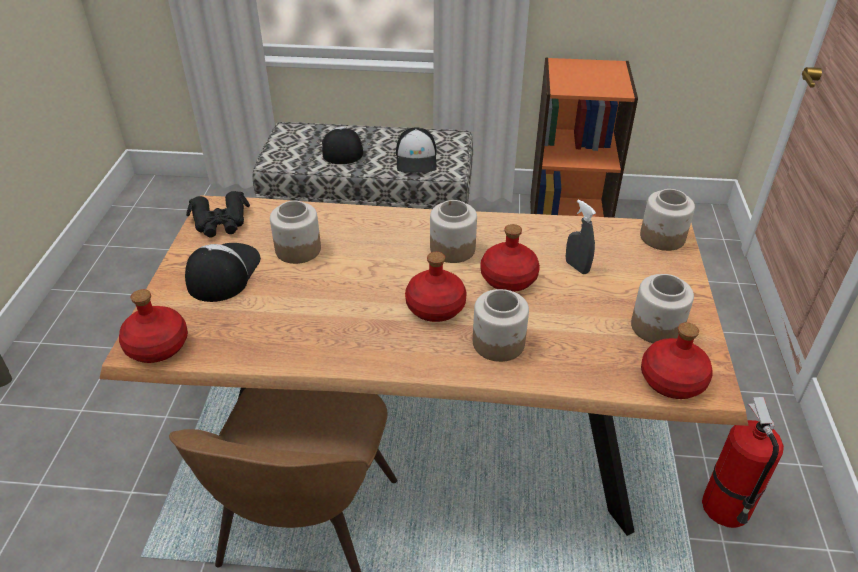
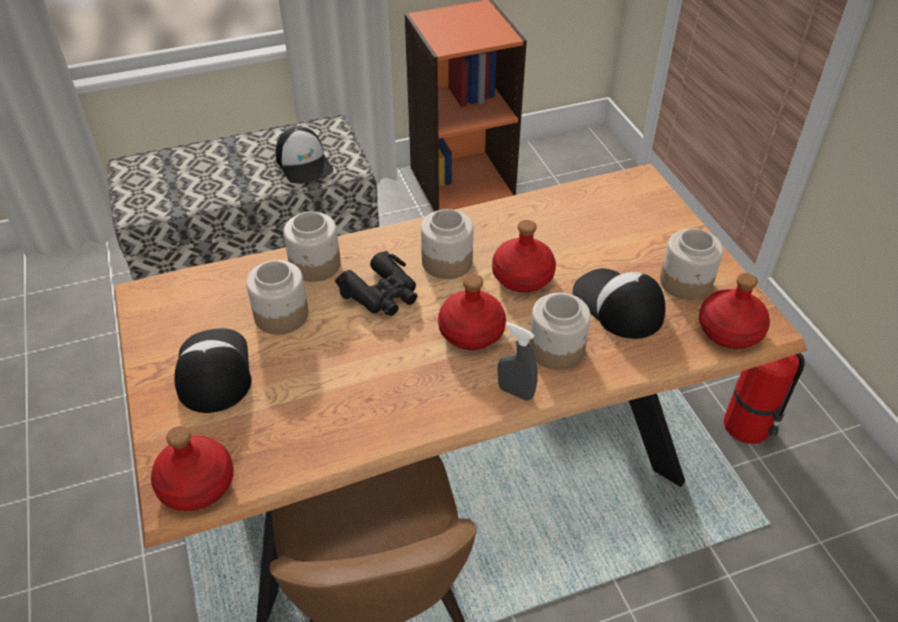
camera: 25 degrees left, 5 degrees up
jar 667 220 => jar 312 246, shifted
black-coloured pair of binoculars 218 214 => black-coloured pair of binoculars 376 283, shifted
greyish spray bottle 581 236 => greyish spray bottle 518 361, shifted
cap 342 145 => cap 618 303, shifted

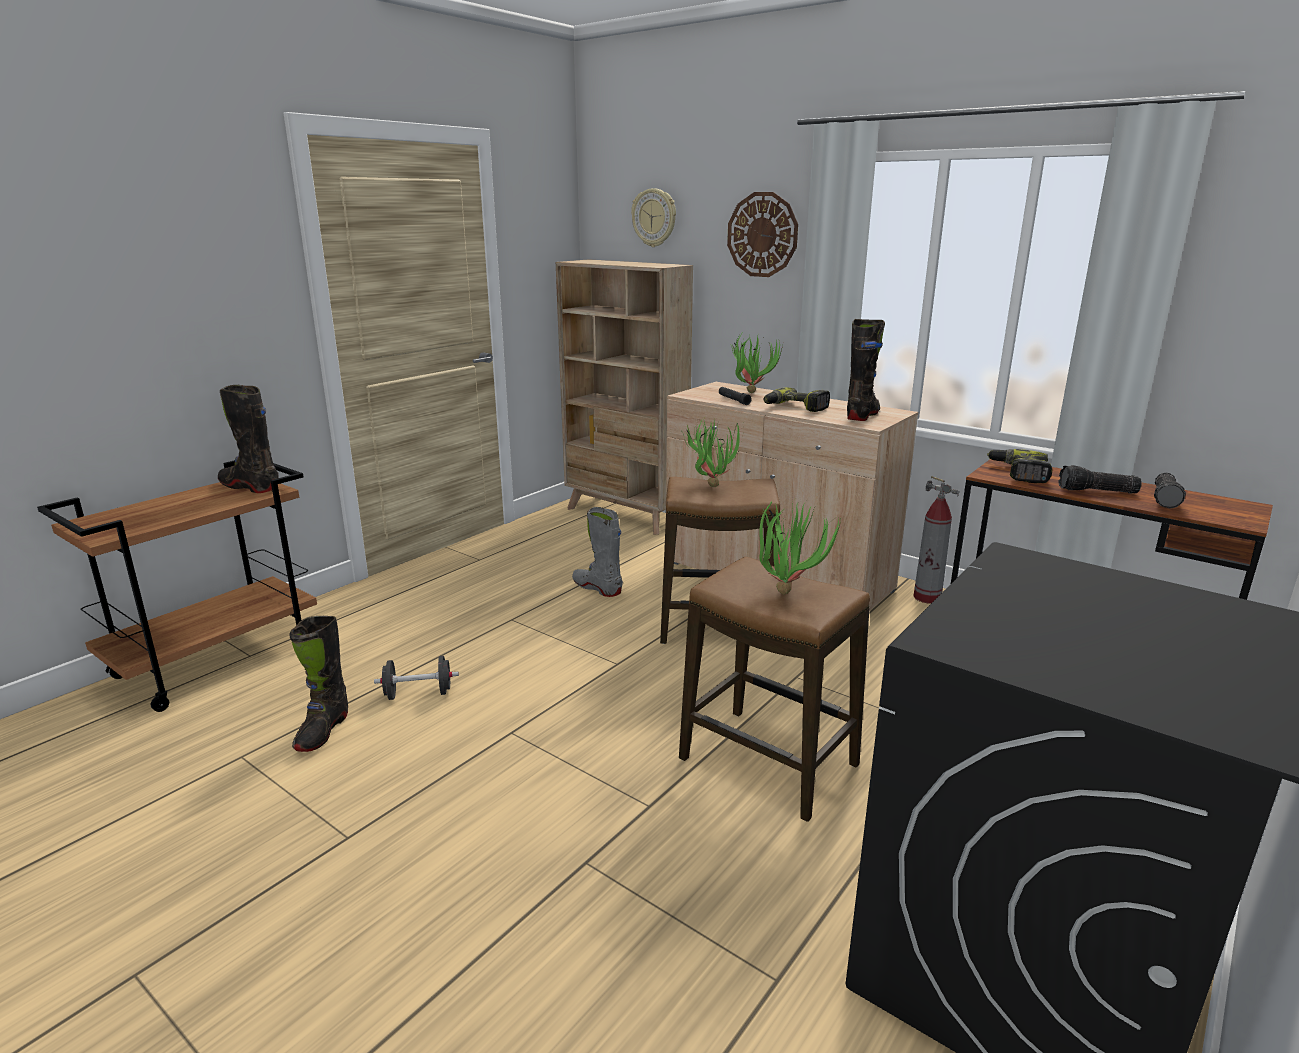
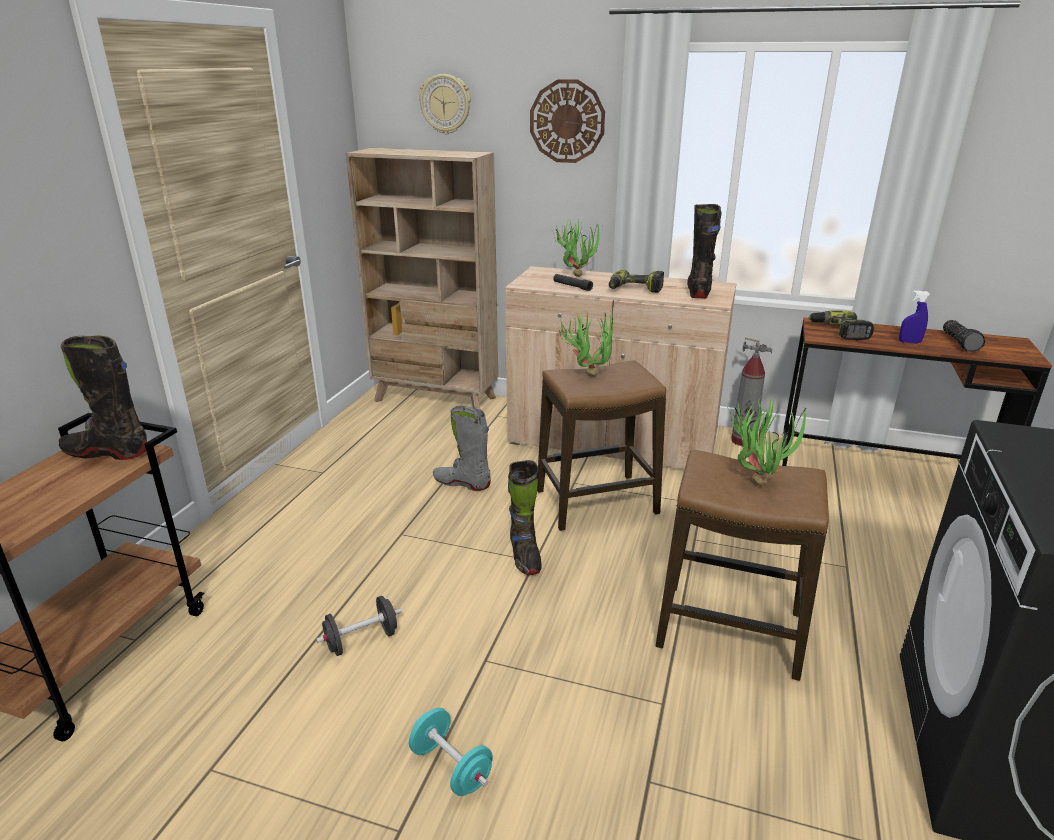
camera: 20 degrees left, 5 degrees up
nothing => turquoise hand weight 451 752
black-coloured high-top boot 318 684 => black-coloured high-top boot 525 517, shifted
flashlight 1100 479 => blue-coloured spray bottle 914 316

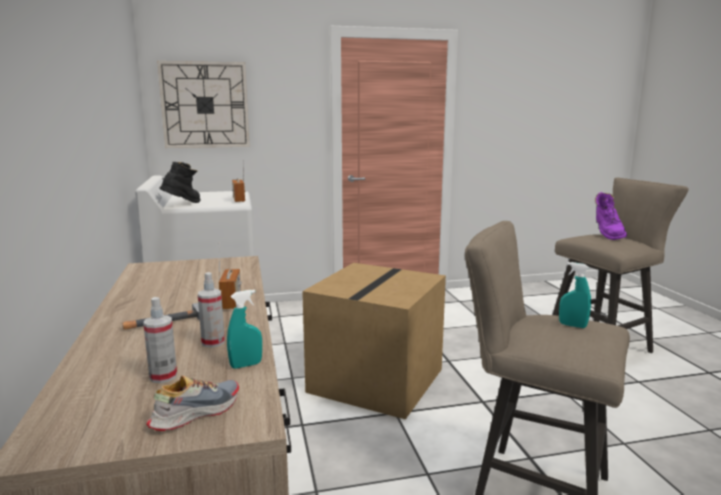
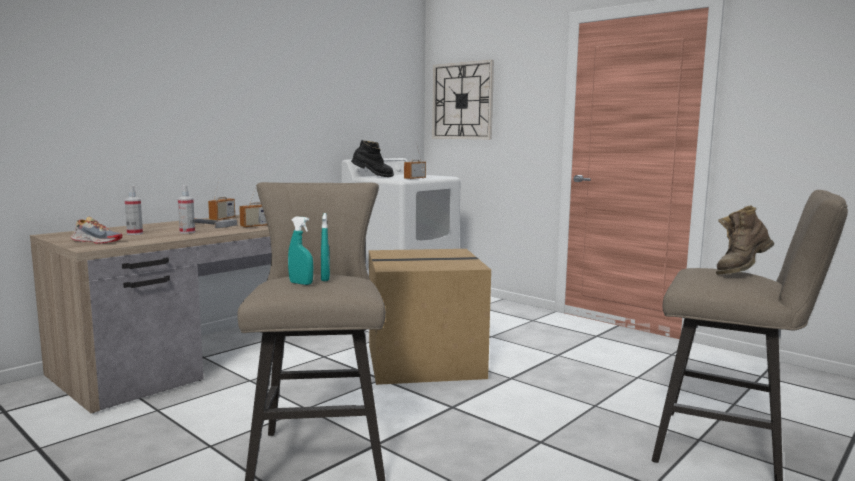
camera: 55 degrees right, 5 degrees down
nothing => radio 221 201
turquoise spray bottle 244 329 => turquoise spray bottle 301 250, shifted
purple high-top boot 611 216 => brown-coloured high-top boot 745 240

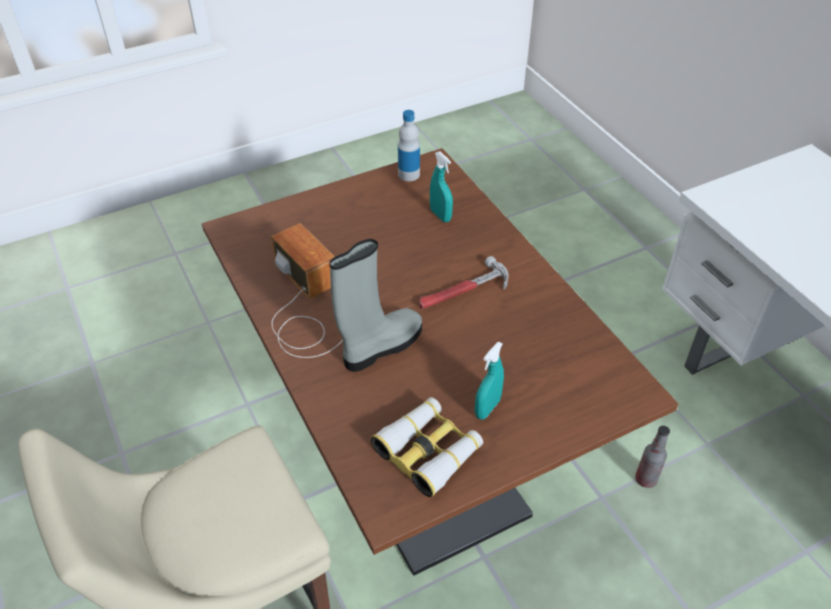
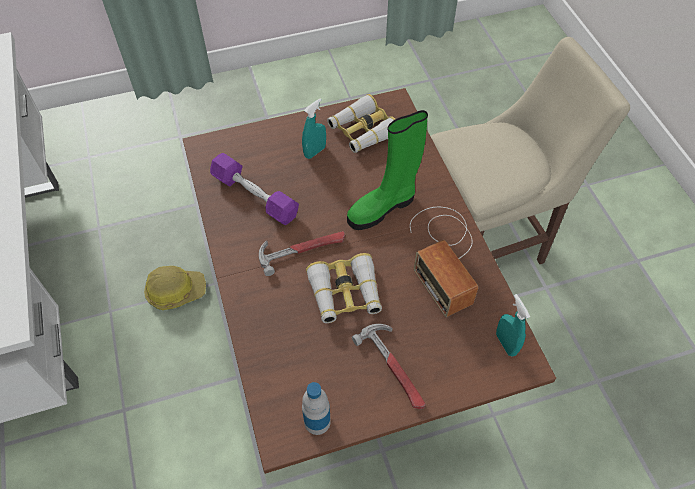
camera: 170 degrees left, 10 degrees up
bottle 652 457 => safety helmet 175 288
nothing => purple hand weight 254 189
nothing => pair of binoculars 344 288
greyish high-top boot 376 305 => green-coloured high-top boot 387 170
nothing => hammer 389 366
turquoise spray bottle 441 186 => turquoise spray bottle 513 325, shifted

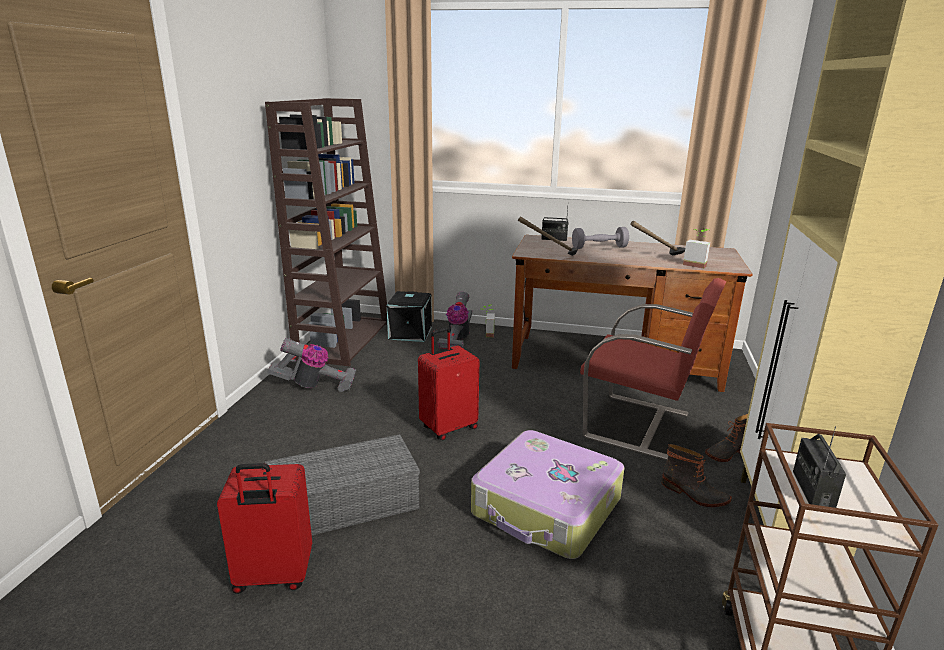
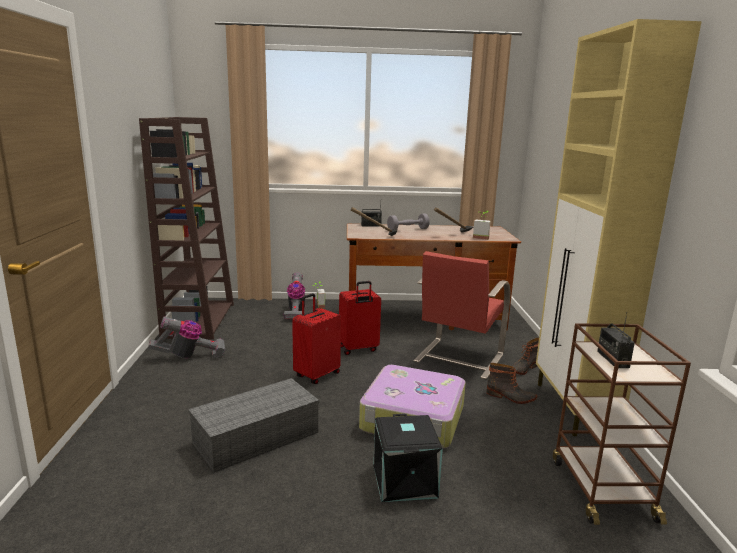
camera: 15 degrees left, 5 degrees down
reddish piece of luggage 264 528 => reddish piece of luggage 360 318, shifted
black-coloured storage bin 409 316 => black-coloured storage bin 408 458, shifted
reddish upright chair 653 369 => reddish upright chair 462 315, 105 degrees clockwise

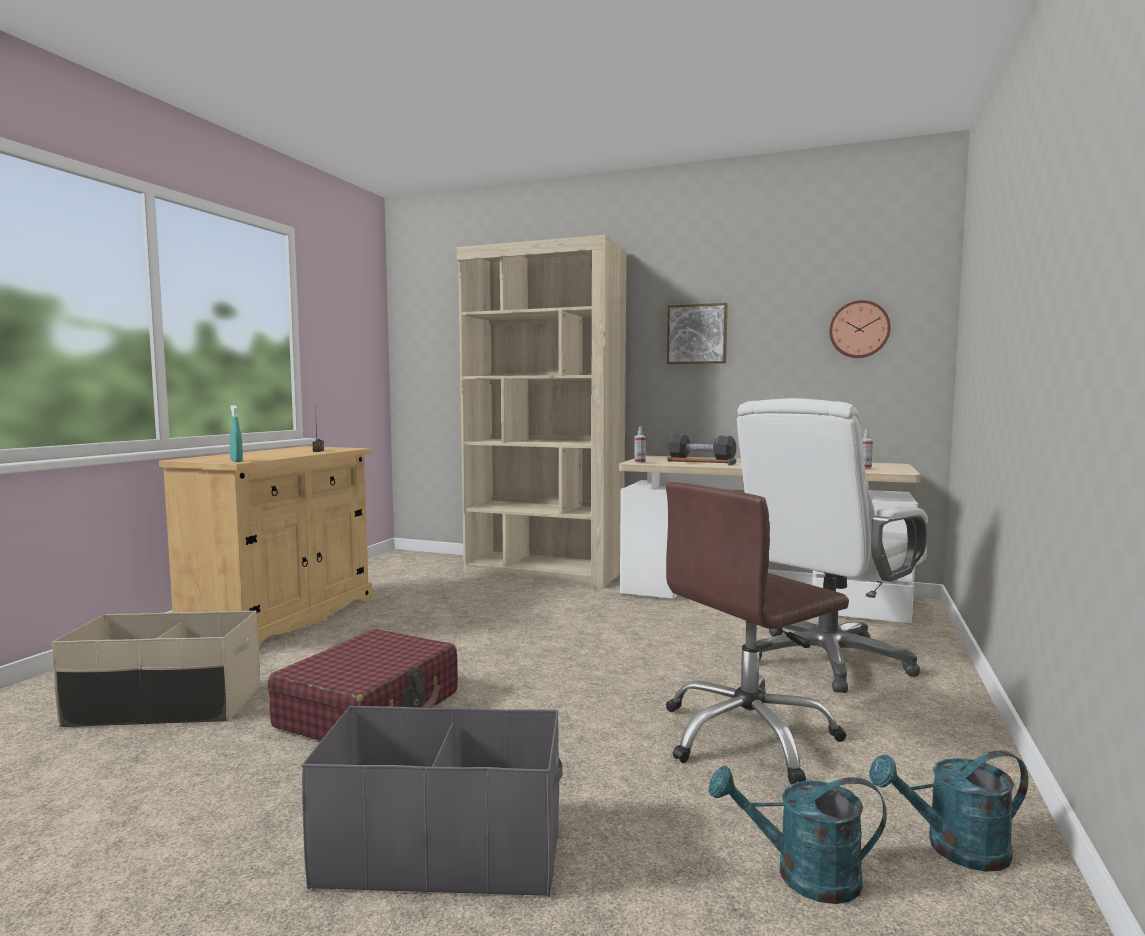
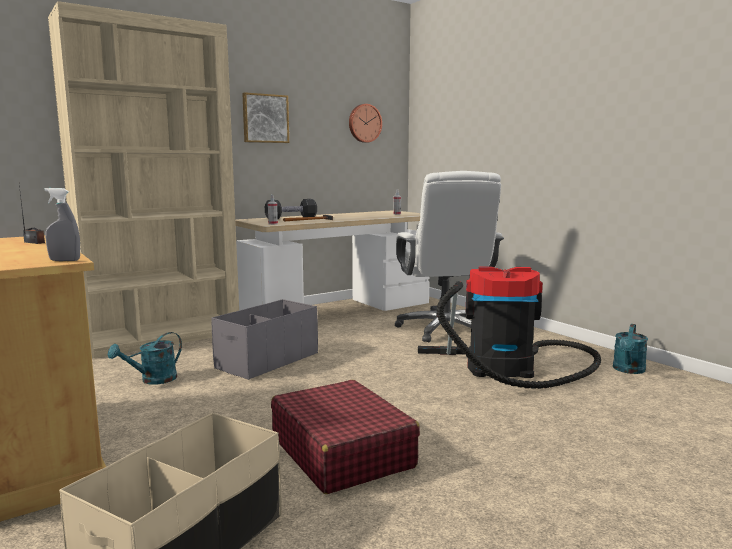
camera: 55 degrees left, 5 degrees up
turquoise spray bottle 236 433 => greyish spray bottle 62 224
turquoise watering pot 798 835 => turquoise watering pot 145 358, shifted
greyish storage bin 432 801 => greyish storage bin 264 339, shifted
brown-coloured office chair 757 633 => hoover 509 327

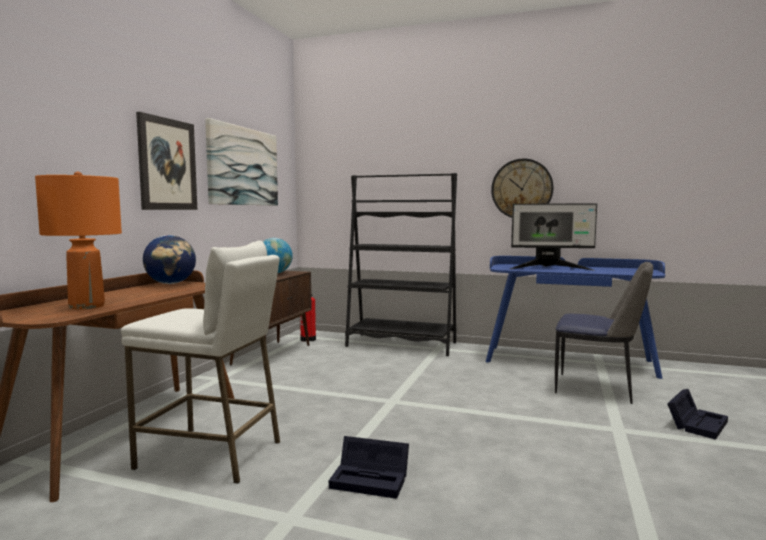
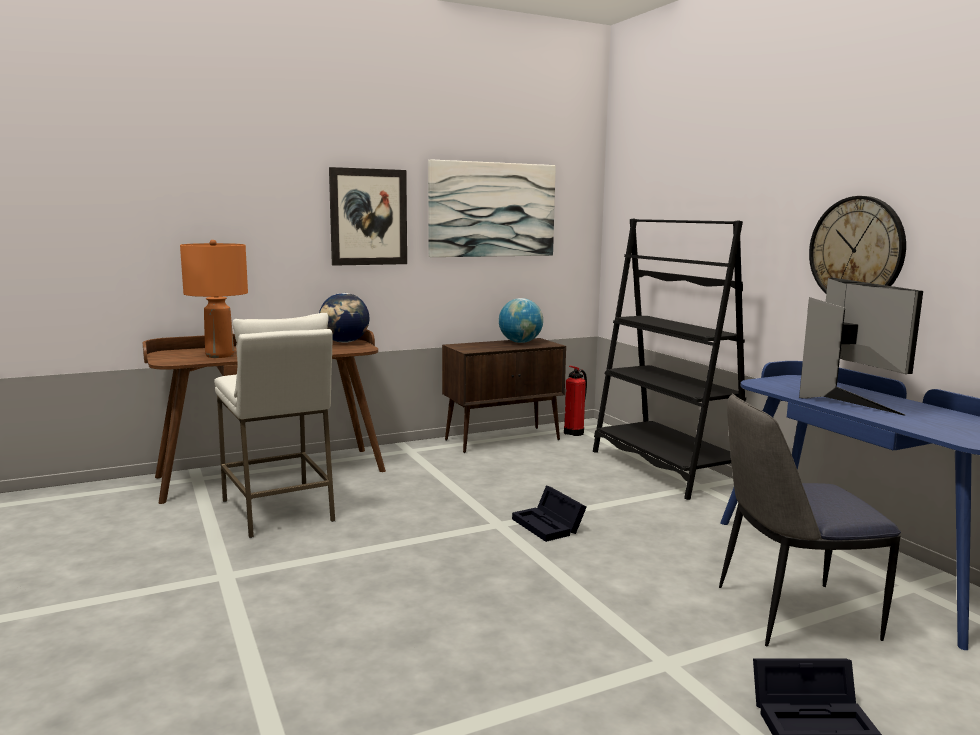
camera: 45 degrees right, 5 degrees up
black-coloured storage bin 369 467 => black-coloured storage bin 549 513, shifted
upright chair 604 333 => upright chair 810 519, 105 degrees clockwise
monitor 553 237 => monitor 861 347, 150 degrees counterclockwise

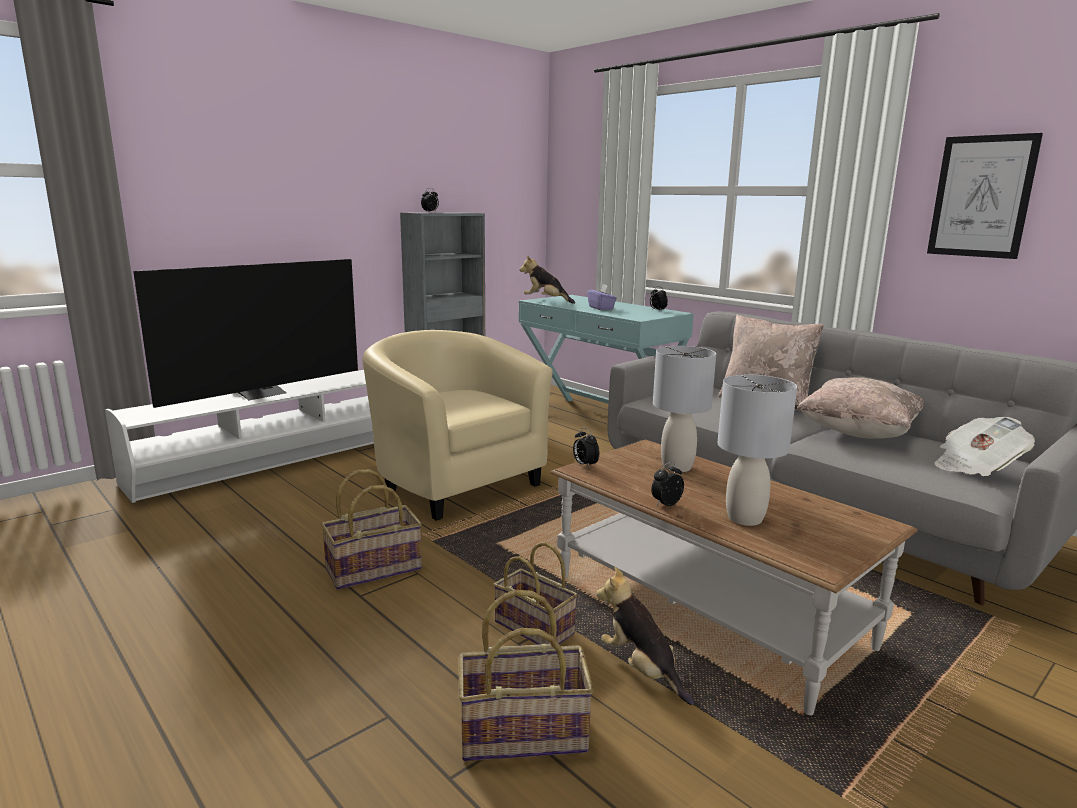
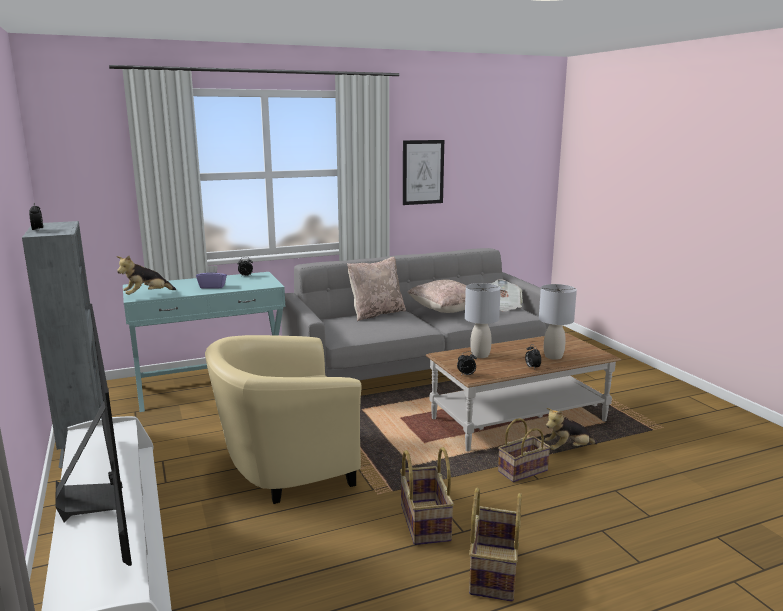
camera: 70 degrees left, 0 degrees up
storage basket 526 675 => storage basket 495 544, shifted

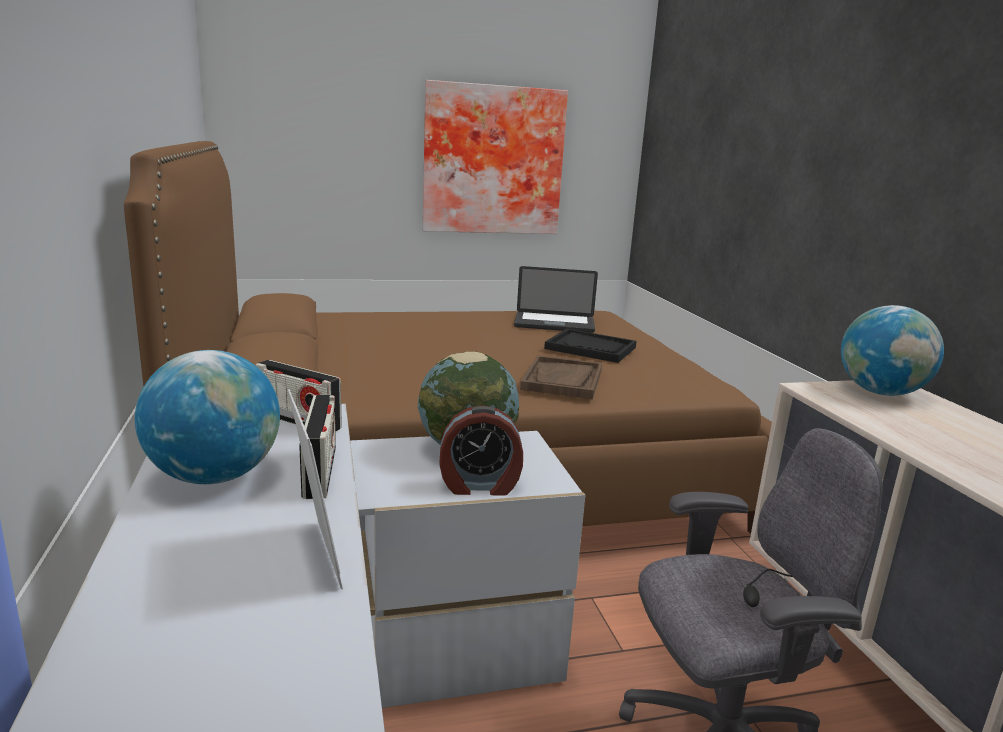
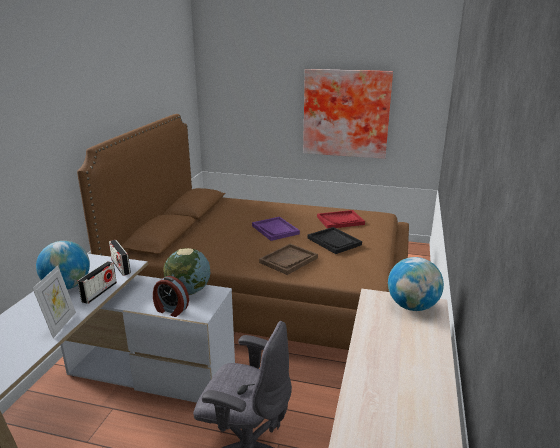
camera: 30 degrees right, 5 degrees up
nothing => purple serving tray 276 229
laptop 556 299 => reddish serving tray 341 219

